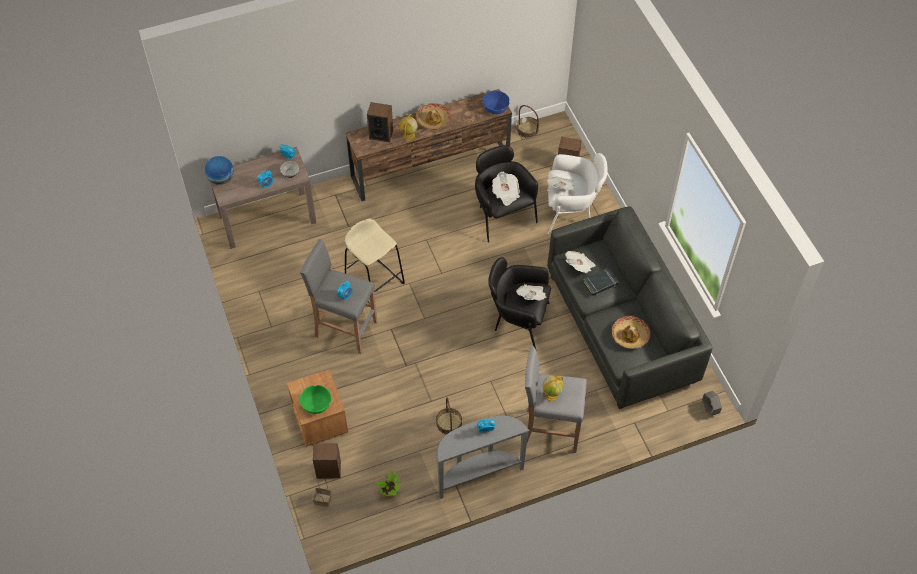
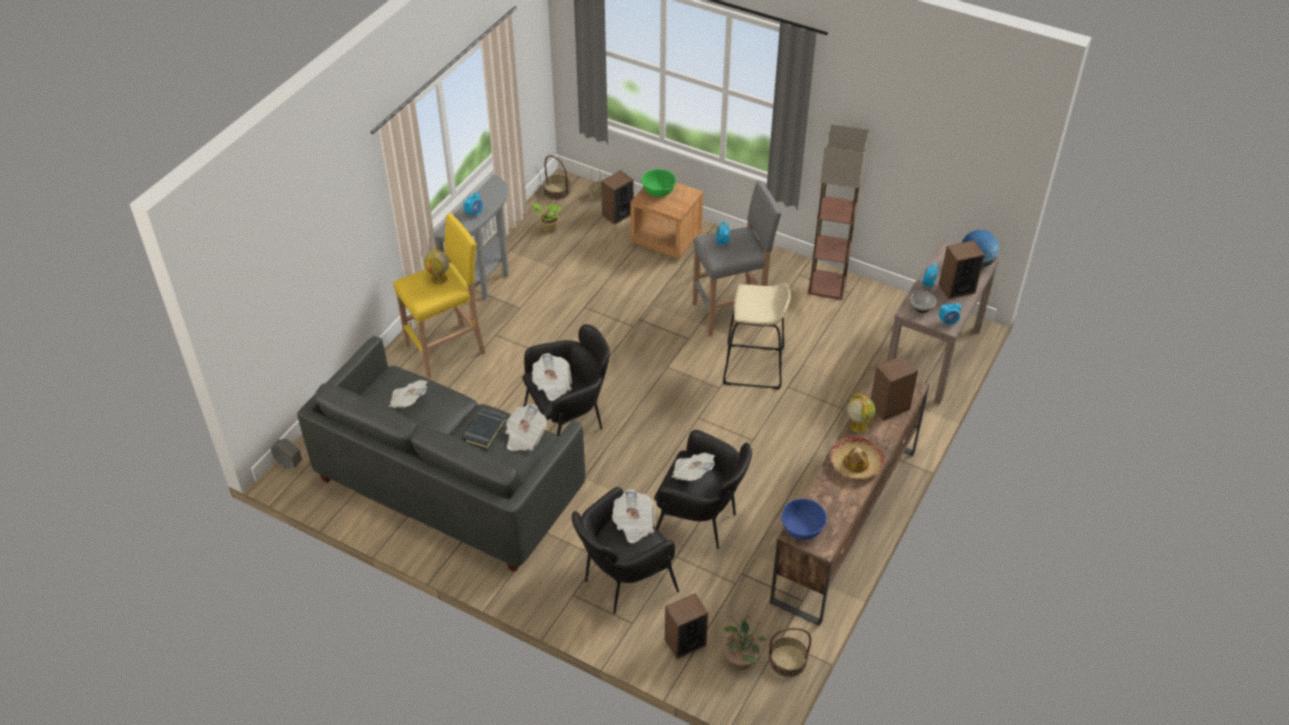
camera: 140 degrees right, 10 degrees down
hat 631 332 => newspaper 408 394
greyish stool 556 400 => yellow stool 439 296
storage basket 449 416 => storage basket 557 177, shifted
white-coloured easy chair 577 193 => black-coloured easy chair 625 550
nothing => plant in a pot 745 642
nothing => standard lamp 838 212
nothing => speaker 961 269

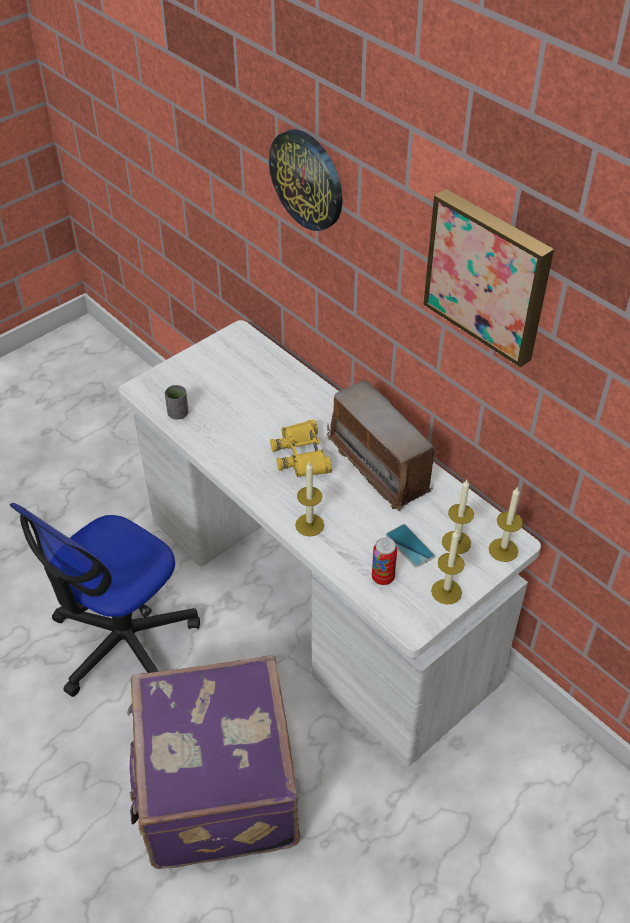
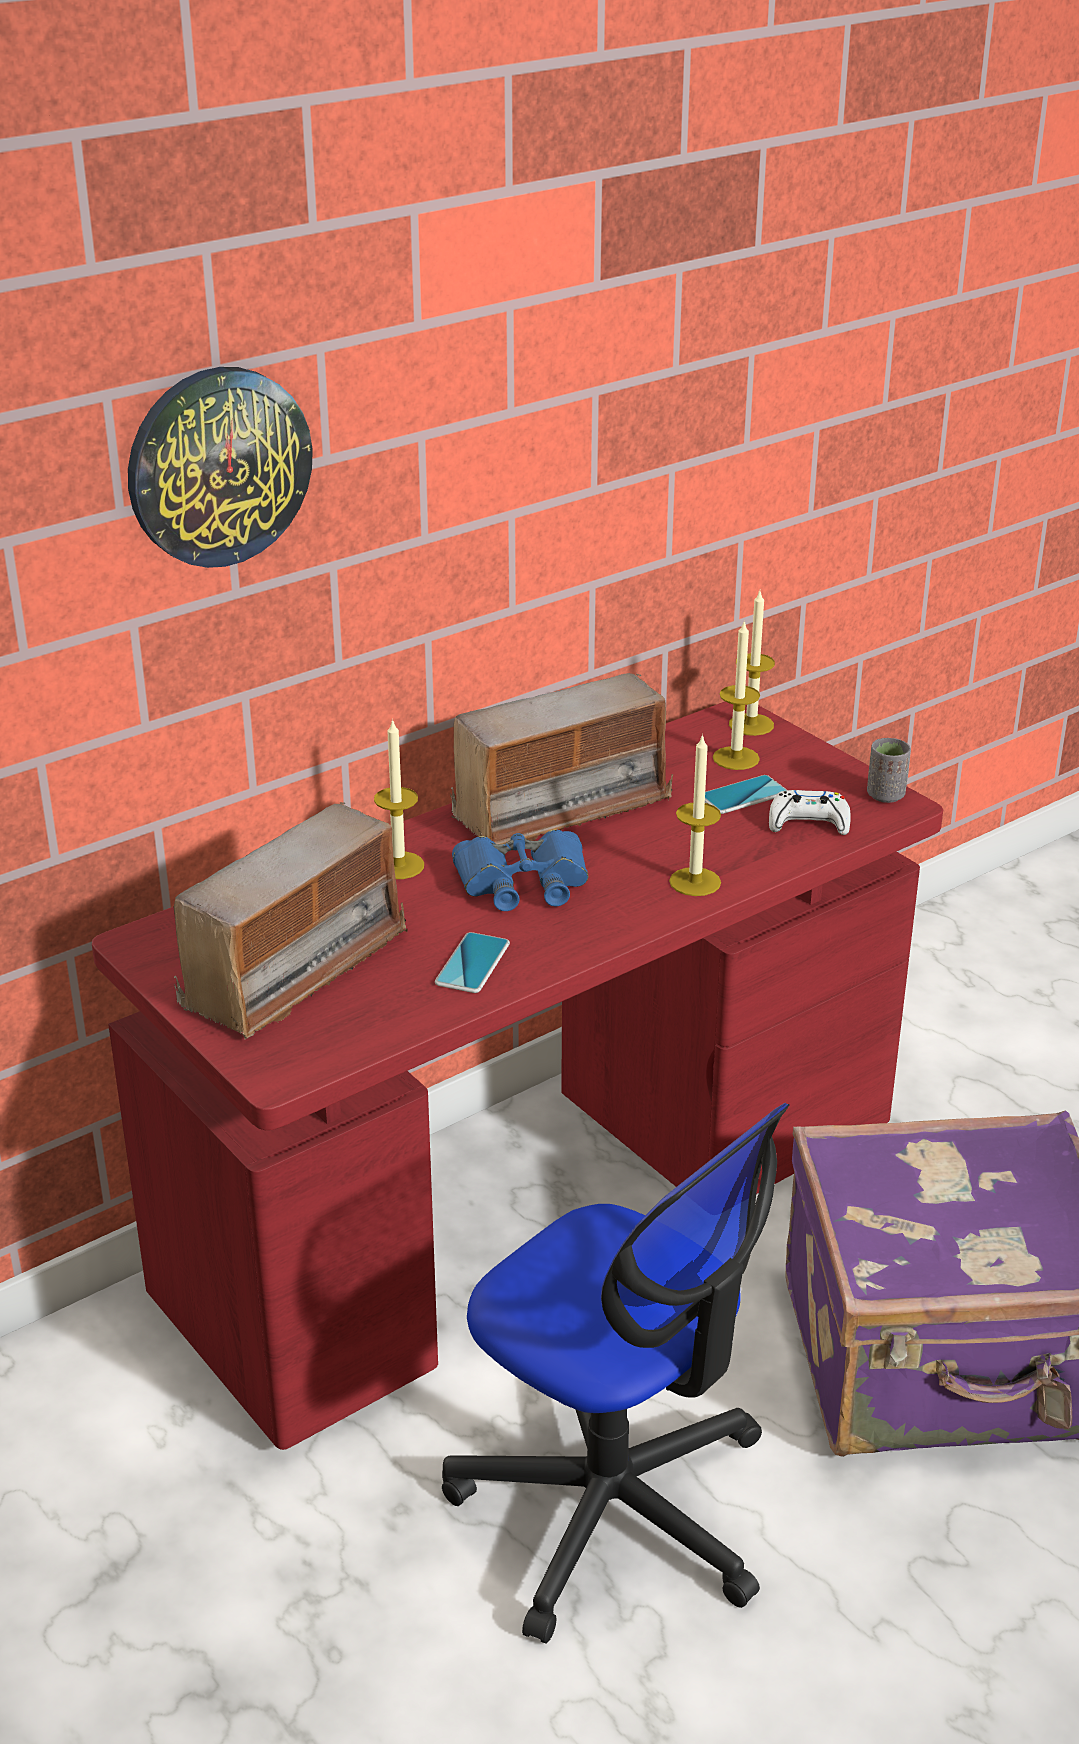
camera: 85 degrees left, 15 degrees down
white-coloured desk table 330 543 => reddish desk table 517 1076
nothing => radio 291 921
wax light 448 567 => wax light 399 799, shifted
nothing => telephone 472 962
yellow pair of binoculars 301 448 => blue-coloured pair of binoculars 520 870
can 384 561 => white-coloured game controller 810 812
greyish cup 176 402 => greyish cup 889 770, shifted
wall picture 488 278 => nothing

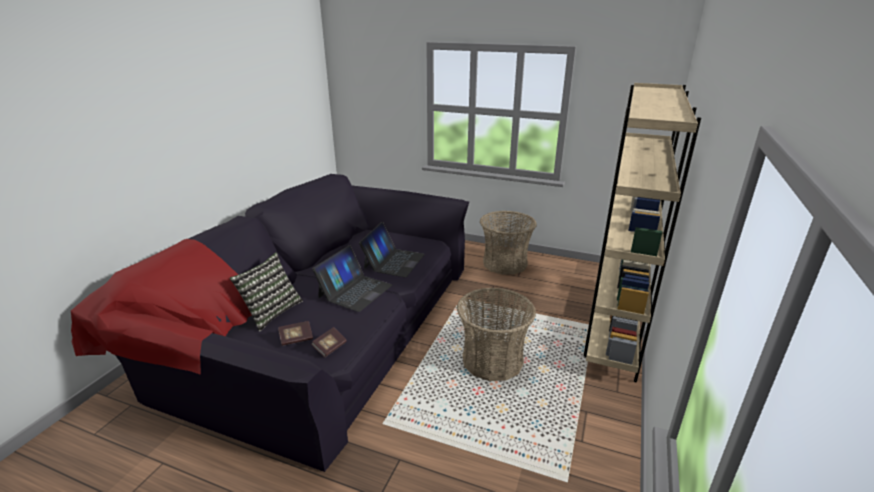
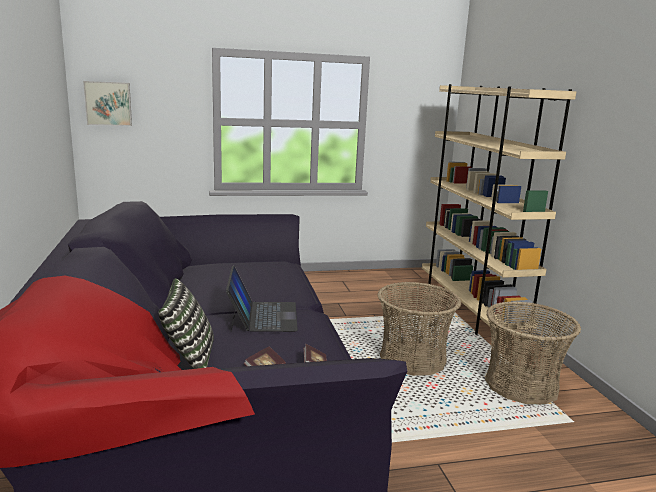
camera: 35 degrees left, 10 degrees down
nothing => wall picture 107 103
storage basket 508 243 => storage basket 533 352, shifted
laptop 392 249 => nothing

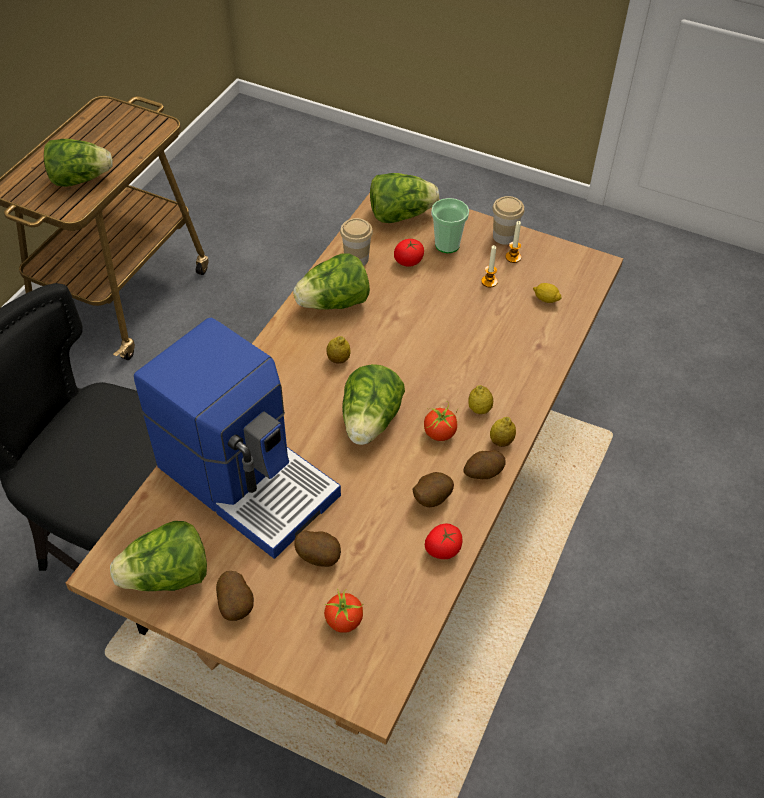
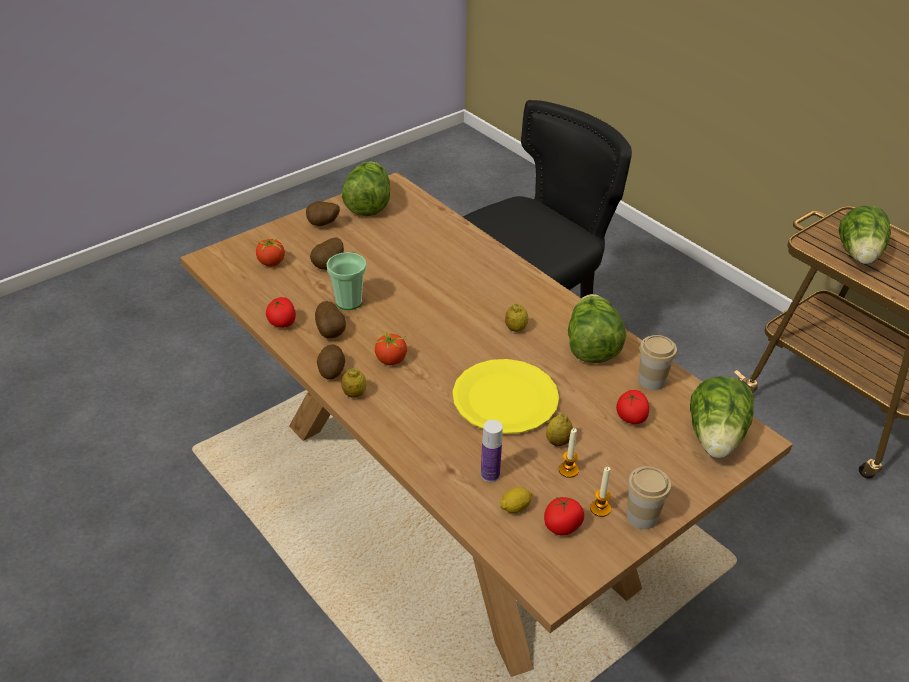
camera: 115 degrees right, 10 degrees down
cup 450 225 => cup 346 281, shifted
nothing => yellow plate 506 396
nothing => bottle 492 451
nothing => whole tomato 564 516
citrus fruit 480 399 => citrus fruit 559 429, shifted
coffee maker 237 438 => nothing
lettuce 373 404 => nothing

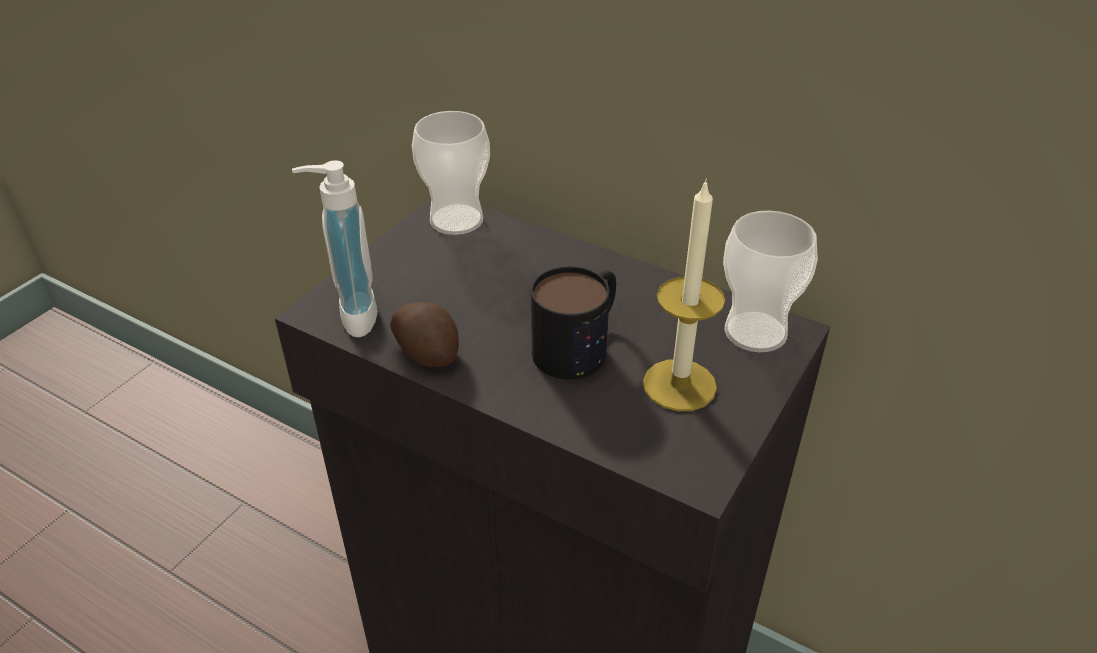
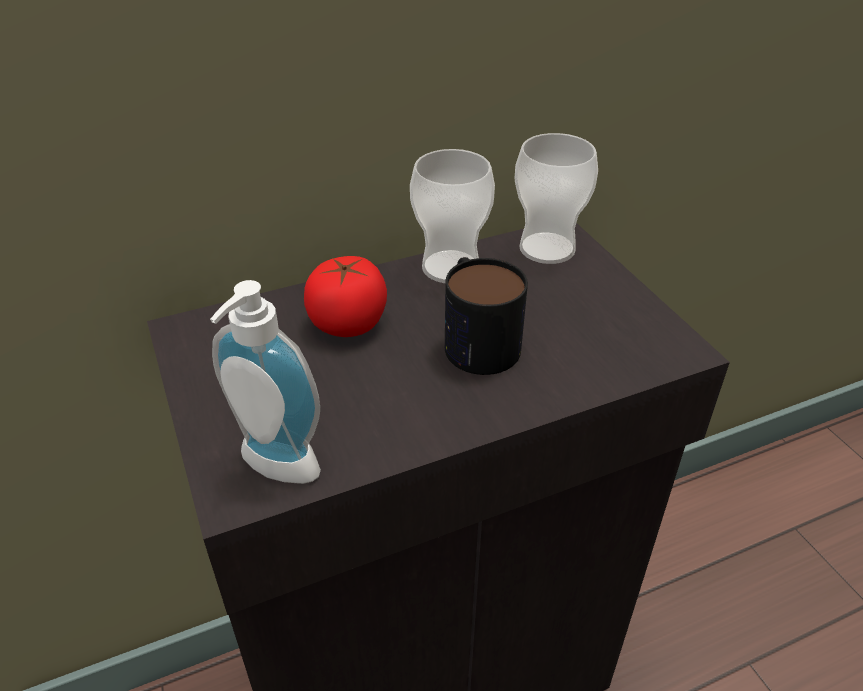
camera: 55 degrees left, 0 degrees up
nothing => whole tomato 345 296
cup 451 173 => cup 452 216, shifted
potato 424 334 => nothing
wax light 684 295 => nothing

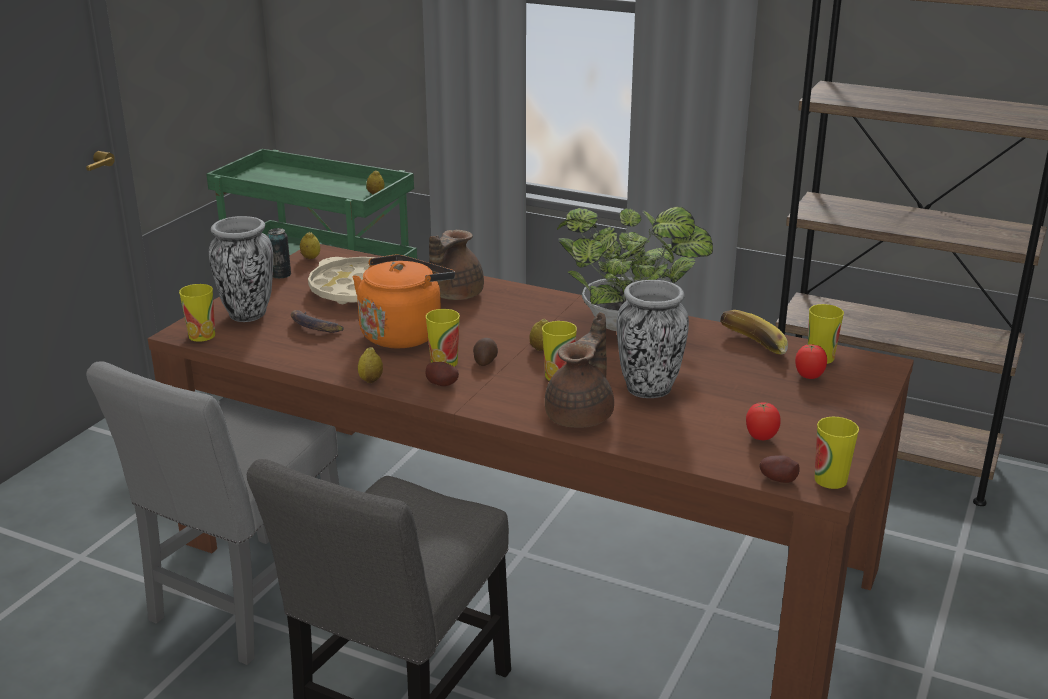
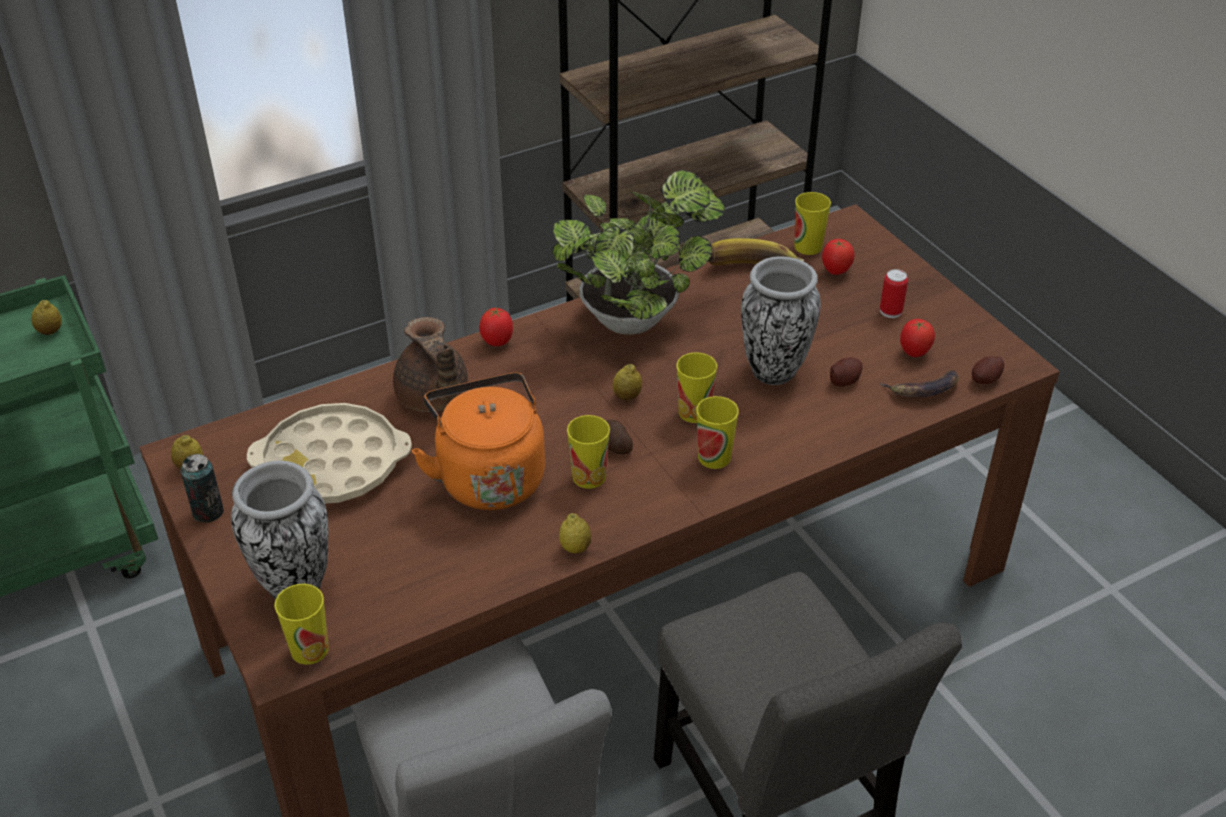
camera: 55 degrees left, 15 degrees up
nothing => whole tomato 496 326
cup 837 453 => cup 717 432, shifted
potato 442 374 => potato 846 372, shifted
nothing => can 894 293
whole banana 317 321 => whole banana 919 383, shifted
brown-coloured pot for tea 579 370 => nothing

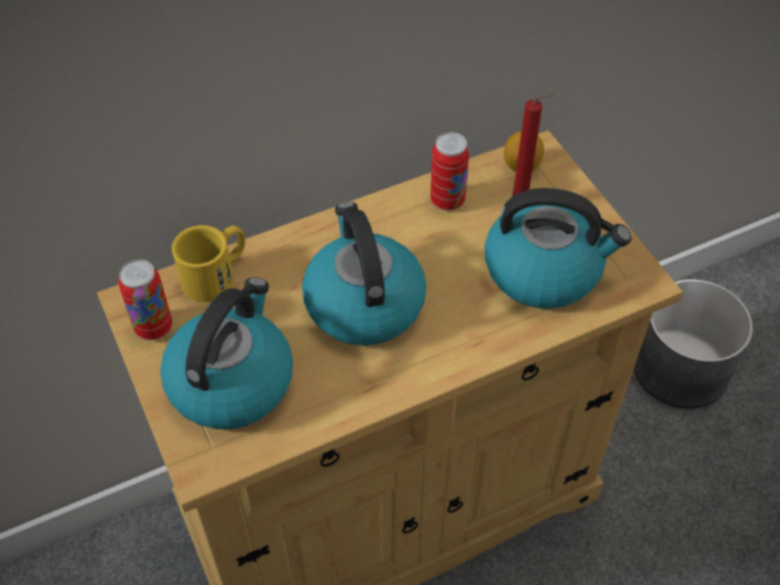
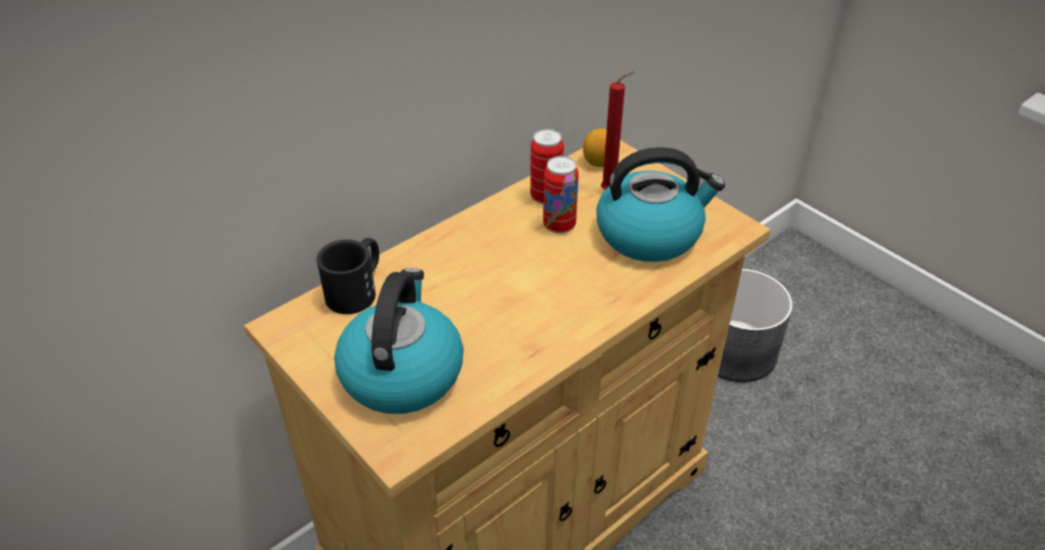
camera: 15 degrees left, 10 degrees down
yellow coffee mug 208 264 => black-coloured coffee mug 348 276
can 145 299 => can 561 195, shifted
tea kettle 364 274 => nothing

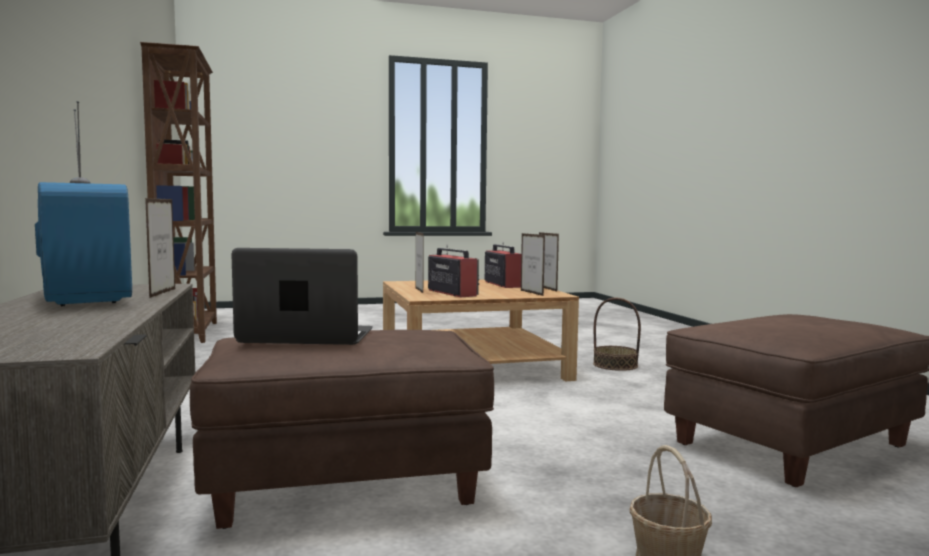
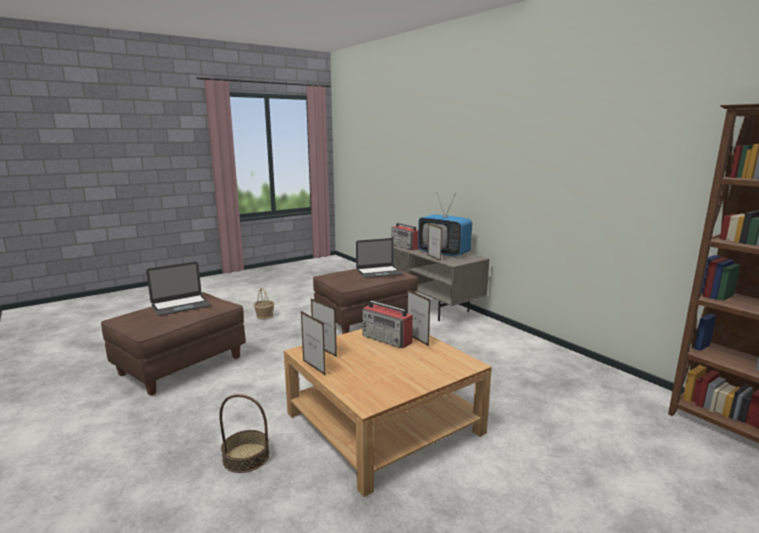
camera: 160 degrees right, 10 degrees up
nothing => laptop 178 289
radio 503 265 => radio 405 236, shifted

